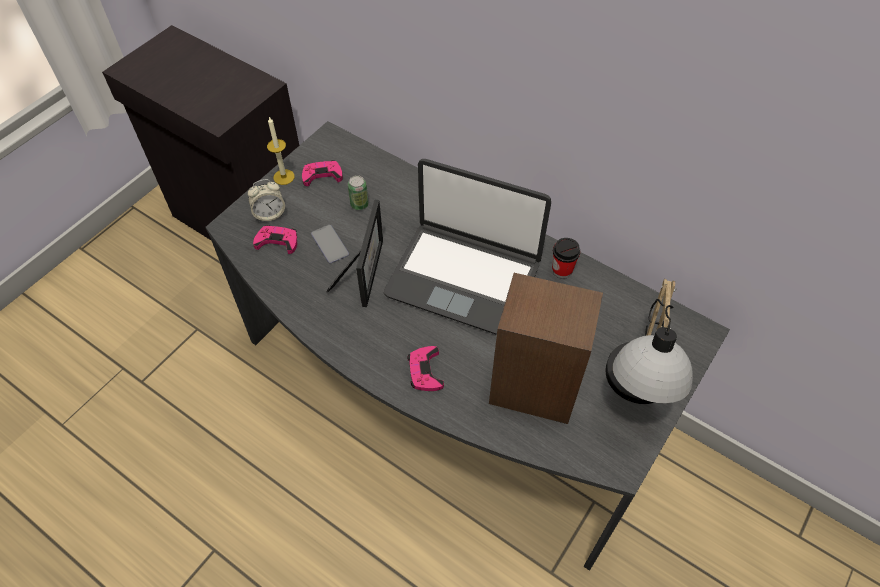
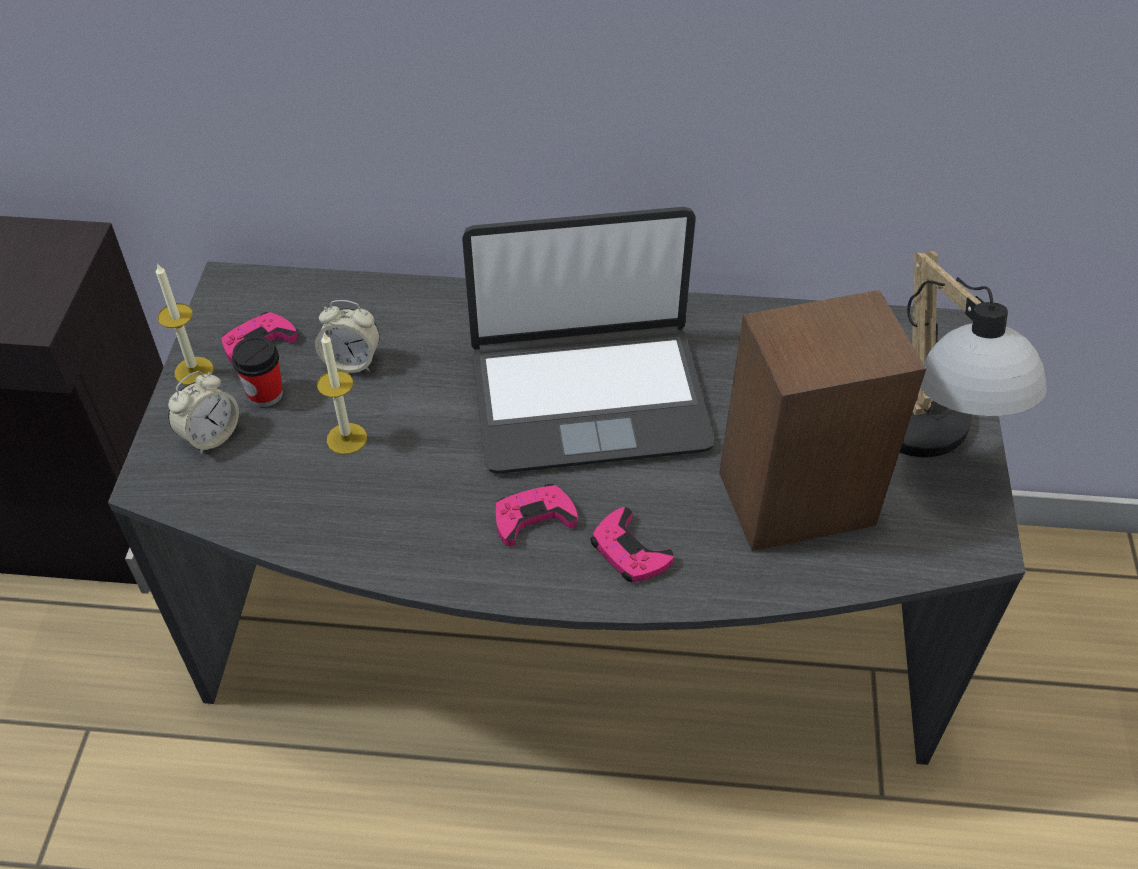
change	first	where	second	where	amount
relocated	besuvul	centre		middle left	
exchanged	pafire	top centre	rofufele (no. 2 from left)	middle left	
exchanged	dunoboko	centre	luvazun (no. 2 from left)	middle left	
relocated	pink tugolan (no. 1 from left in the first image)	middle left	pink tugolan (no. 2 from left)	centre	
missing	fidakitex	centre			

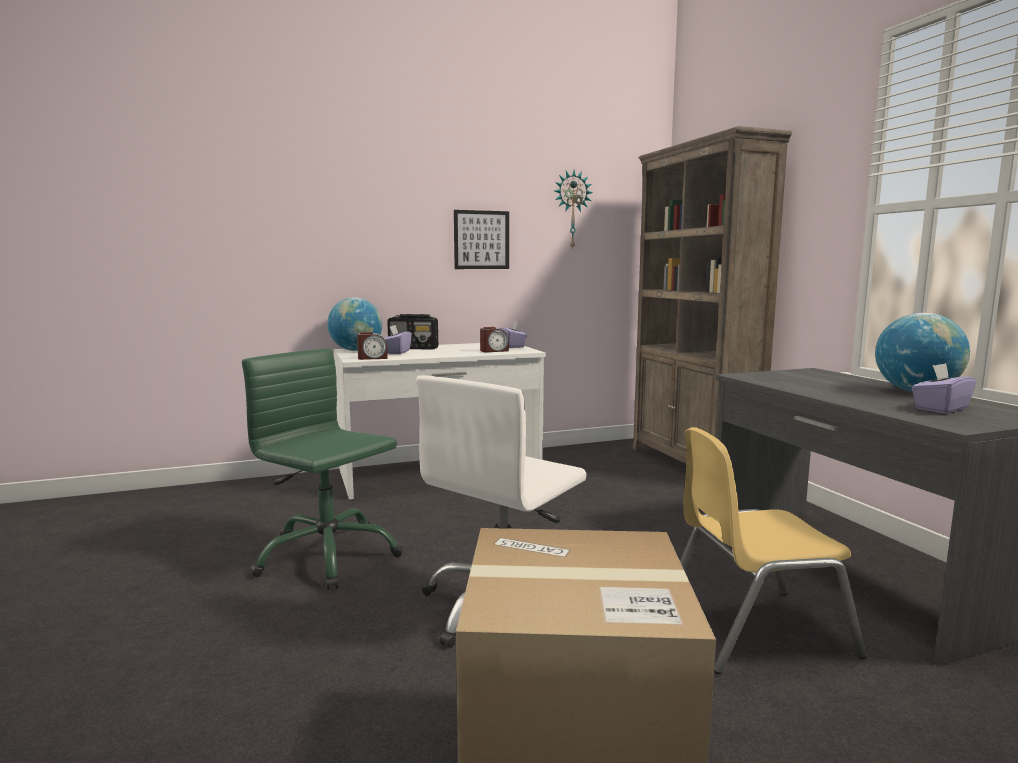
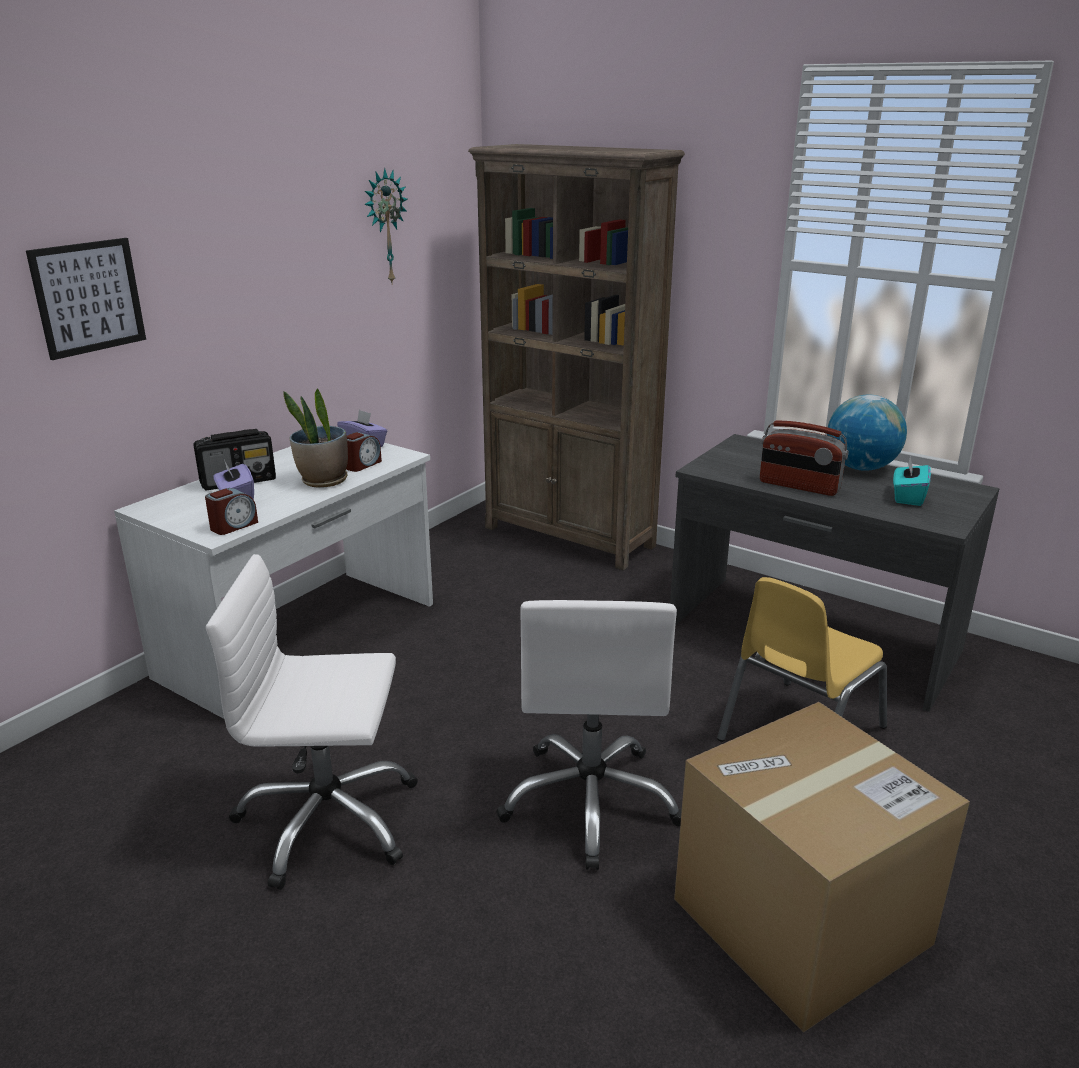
change	first	where	second	where	amount
relocated	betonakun	top centre		top left	
colour	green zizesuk	middle left	white zizesuk (no. 1 from left)	bottom left	
appeared			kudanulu	middle left	
appeared			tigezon (no. 2 from left)	middle right	
colour	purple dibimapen (no. 3 from left)	middle right	turquoise dibimapen	middle right	
missing	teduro (no. 1 from left)	centre			

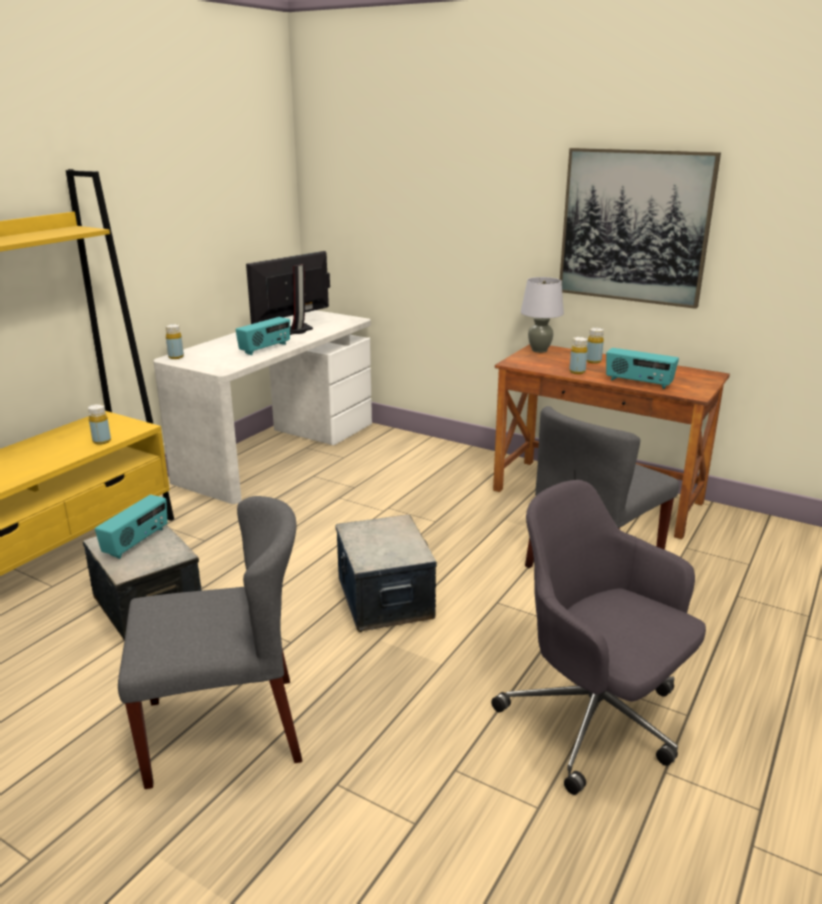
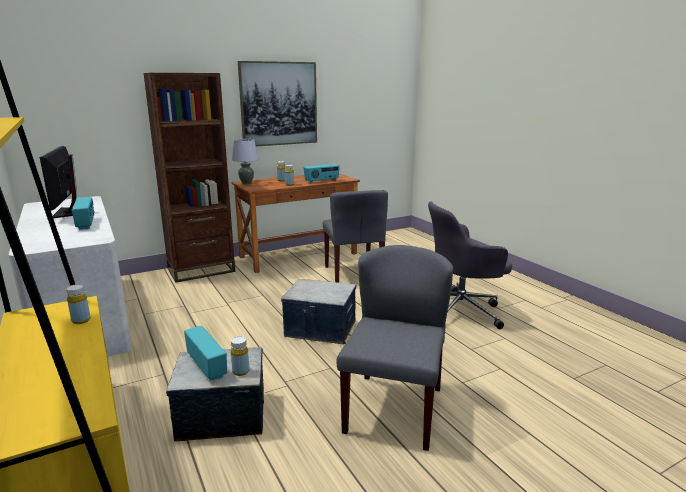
change	first	where	second	where	amount
appeared			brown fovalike	middle left	
relocated	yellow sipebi (no. 2 from left)	middle left		bottom centre	

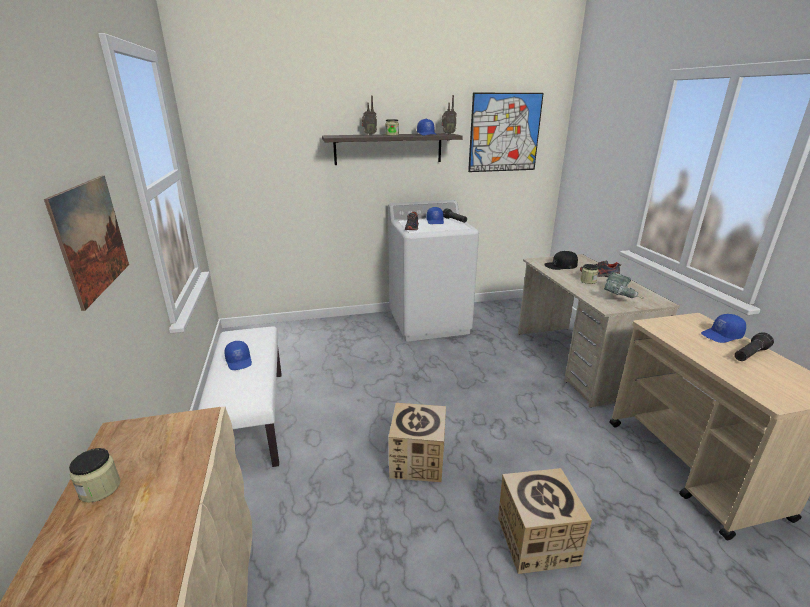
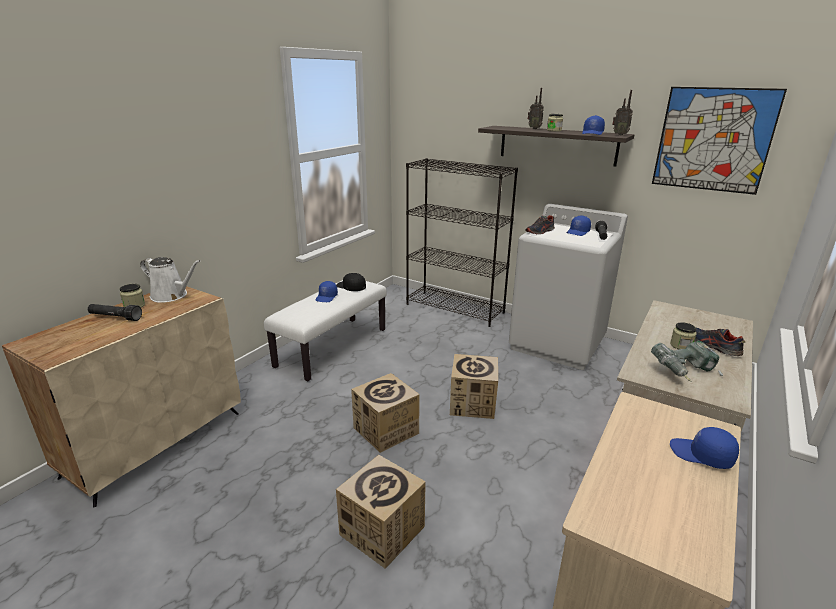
change	first	where	second	where	amount
relocated	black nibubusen (no. 2 from left in the first image)	middle right	black nibubusen (no. 1 from left)	middle left	
appeared			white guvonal	middle left	
relocated	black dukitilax	middle right		centre	
appeared			black fovalike	centre	
appeared			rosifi (no. 3 from left)	centre	
missing	betonakun (no. 1 from left)	middle left			

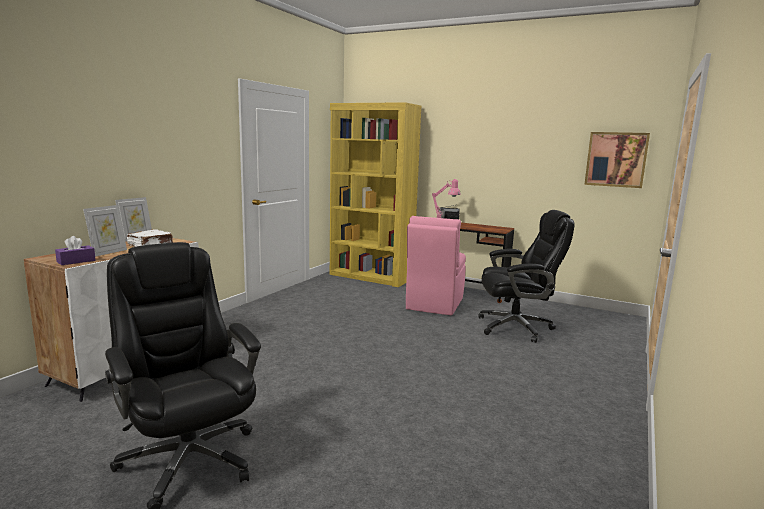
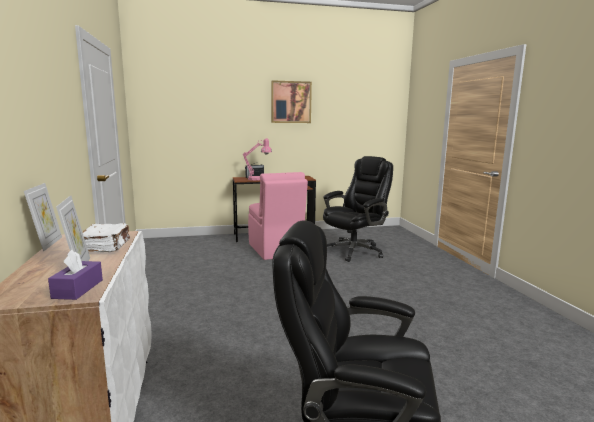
change	first	where	second	where	amount
relocated	betonakun	top right		top centre	
missing	yellow fovalike	centre			

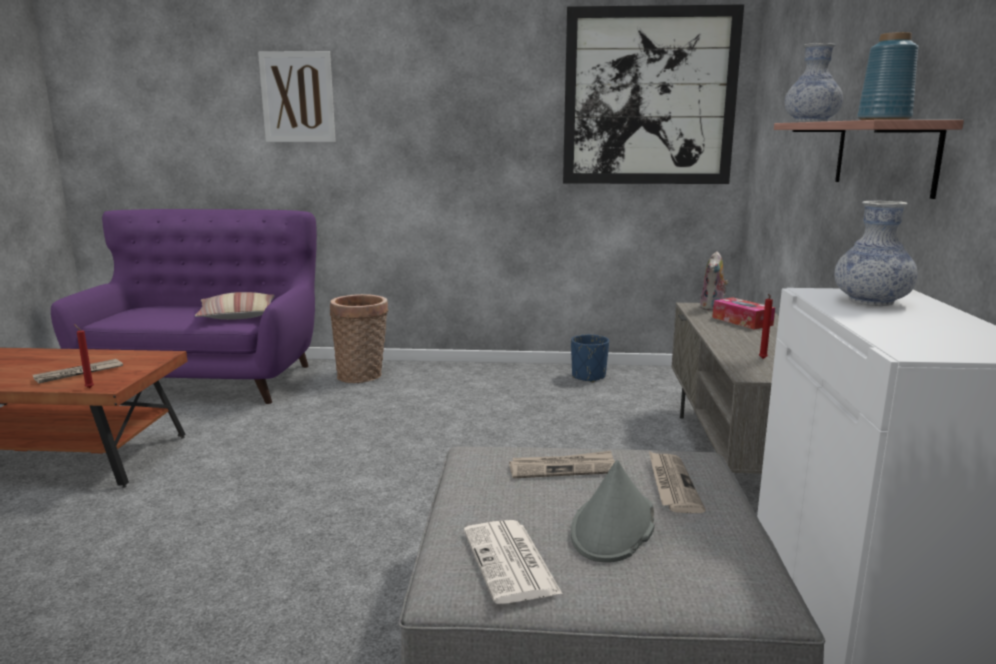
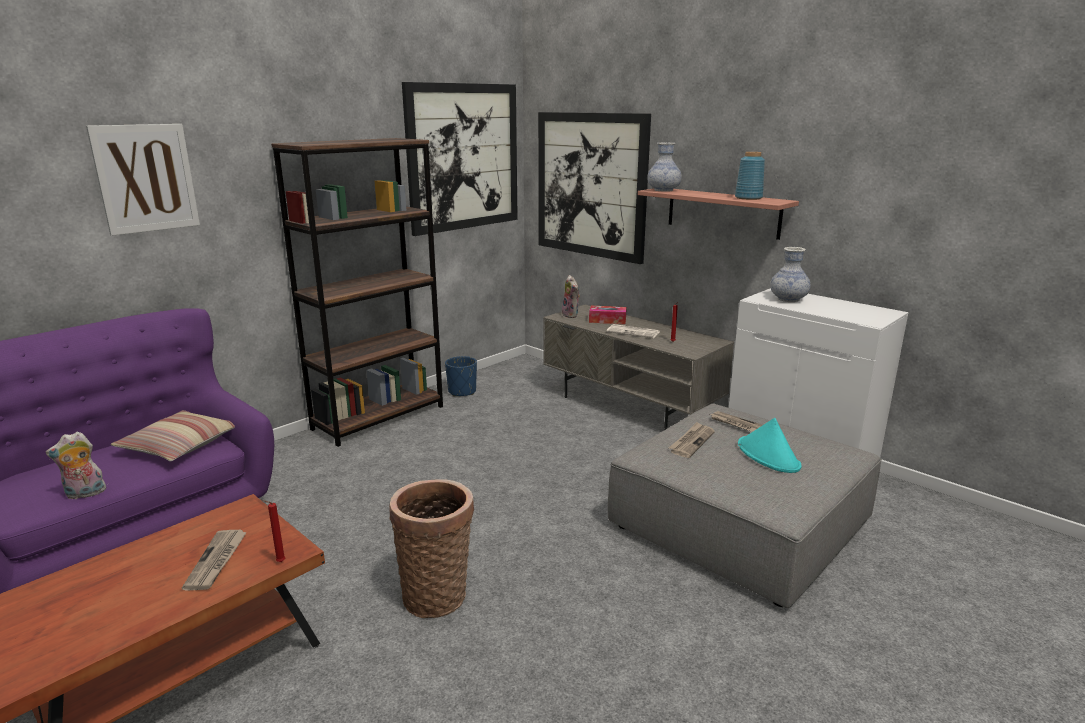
change	first	where	second	where	amount
appeared			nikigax (no. 1 from left)	middle left	
appeared			brown fovalike	middle left	
relocated	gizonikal	centre		bottom centre	
appeared			betonakun (no. 3 from left)	top centre	
relocated	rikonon (no. 2 from left)	bottom centre		centre	
colour	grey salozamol	bottom centre	turquoise salozamol	middle right	

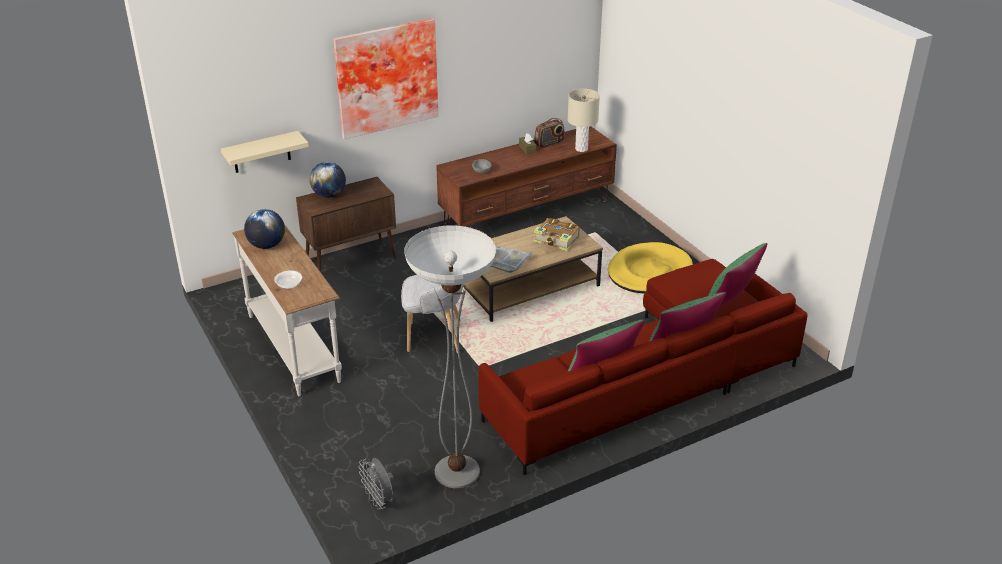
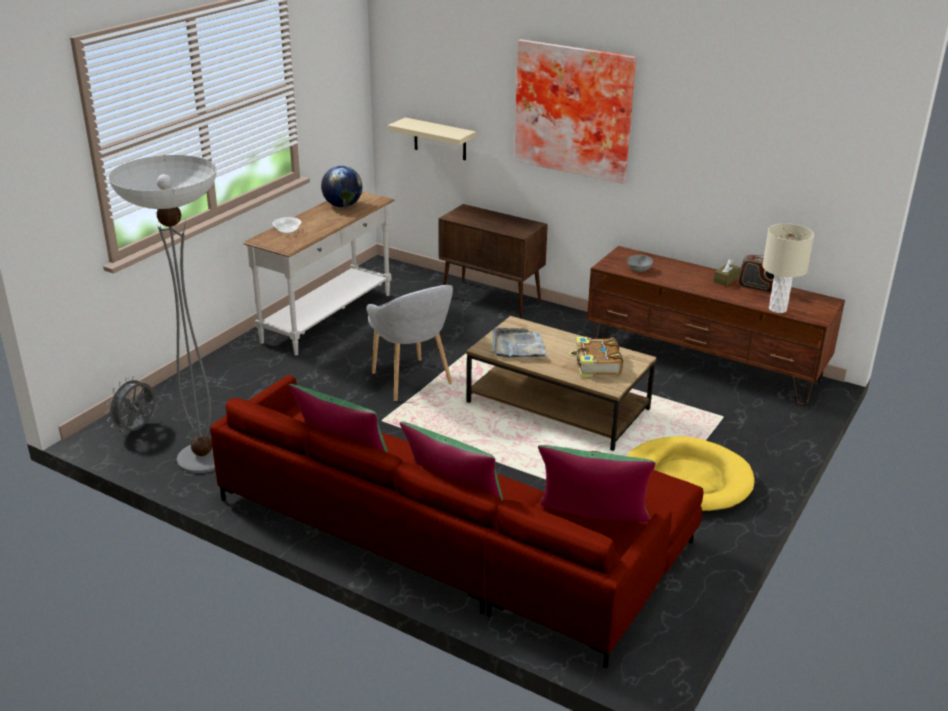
change	first	where	second	where	amount
missing	teduro (no. 2 from left)	top left			

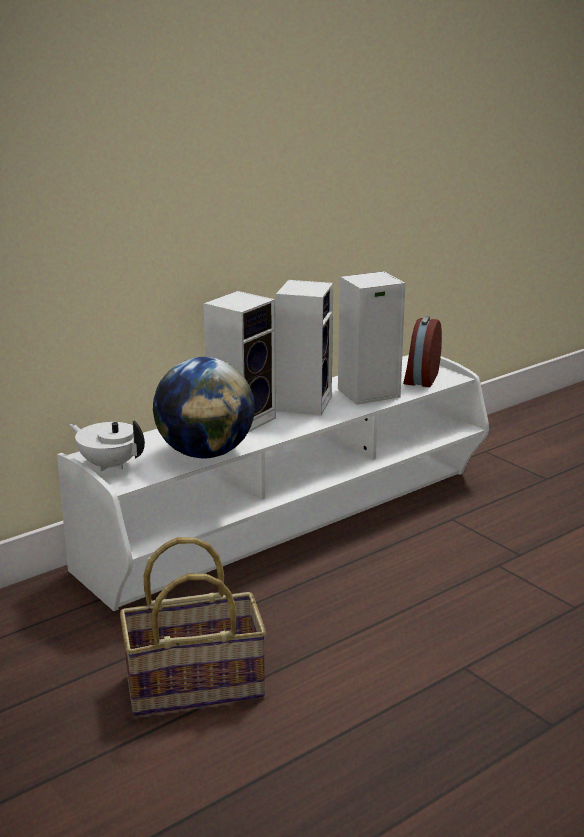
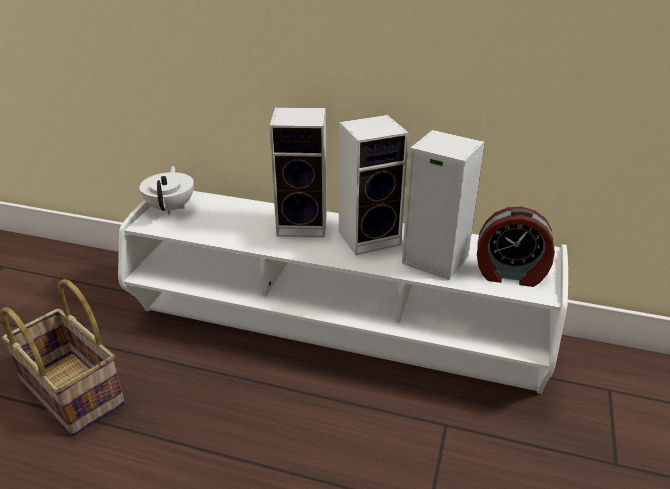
change	first	where	second	where	amount
spun	rofufele	middle right		middle right	150 degrees counterclockwise
missing	teduro	centre			

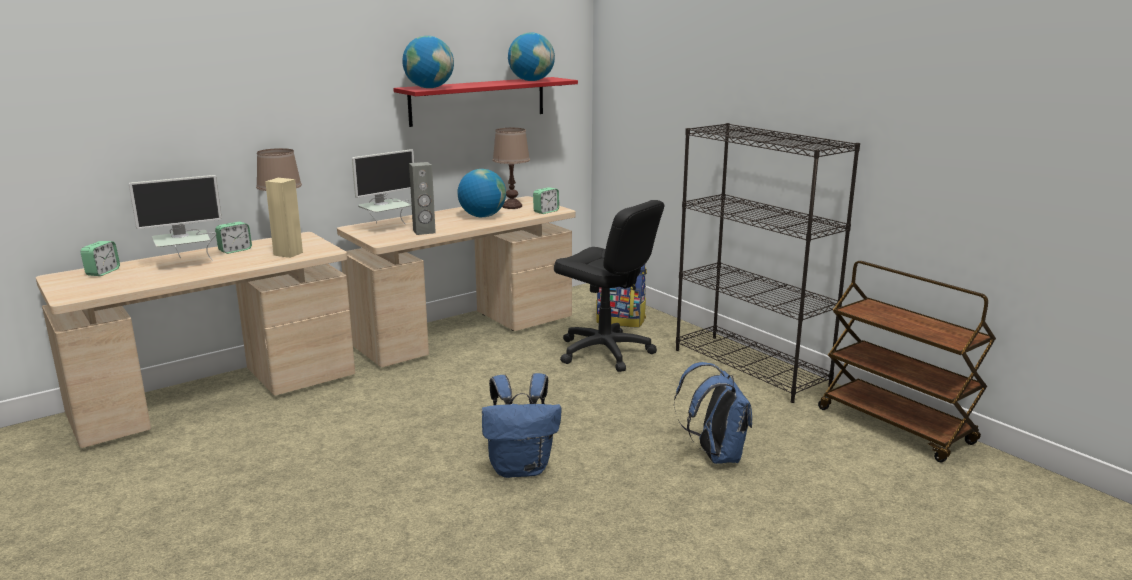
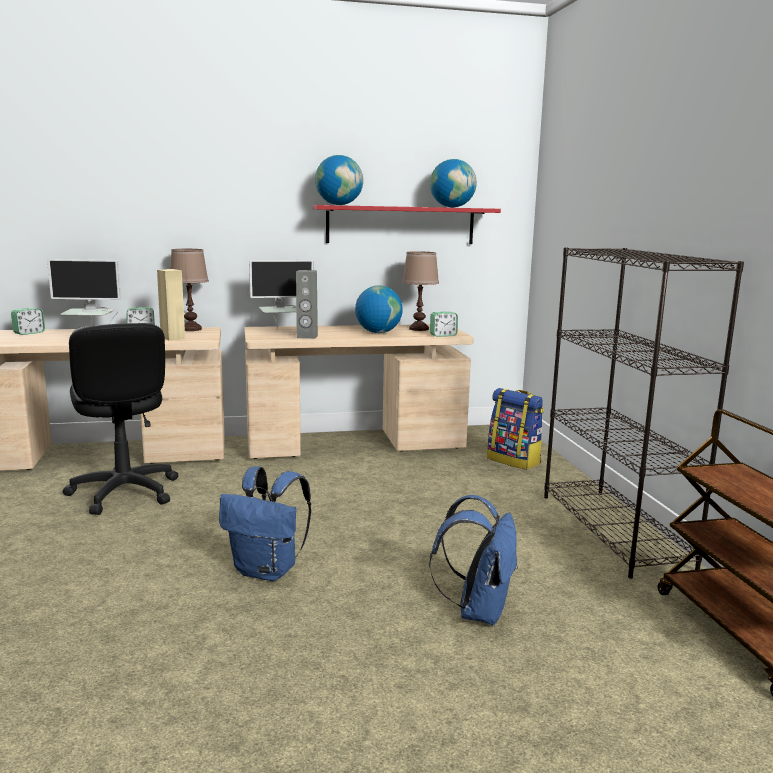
change	first	where	second	where	amount
relocated	black zizesuk	centre		middle left	

